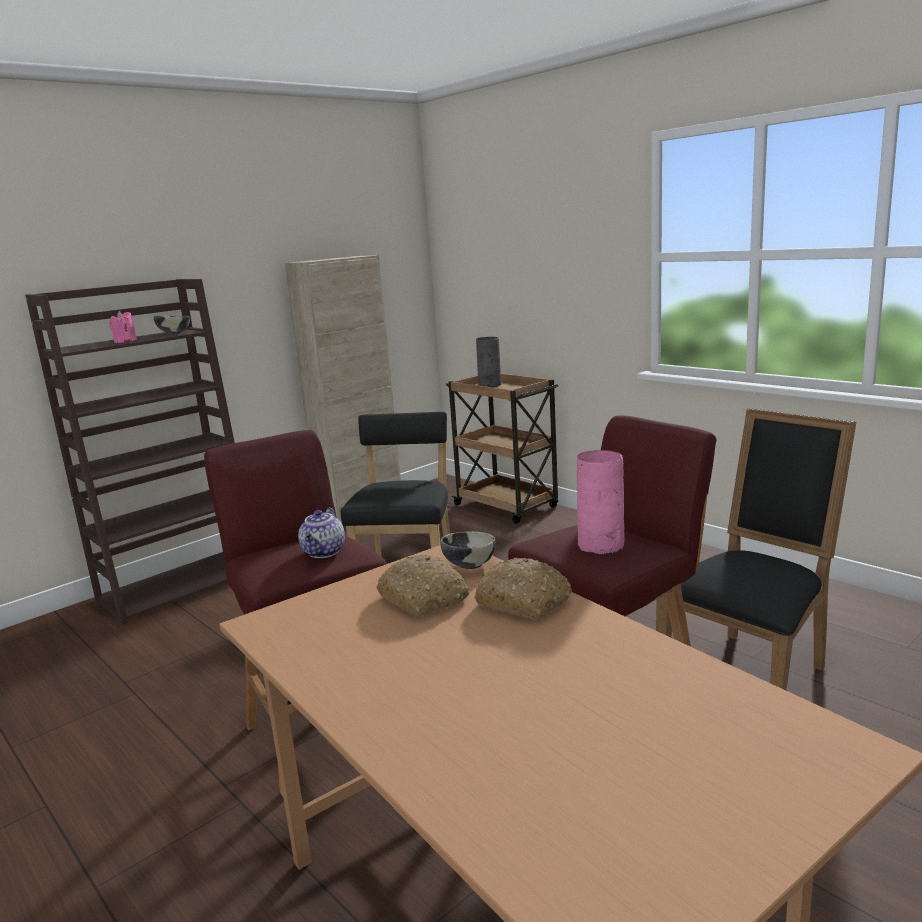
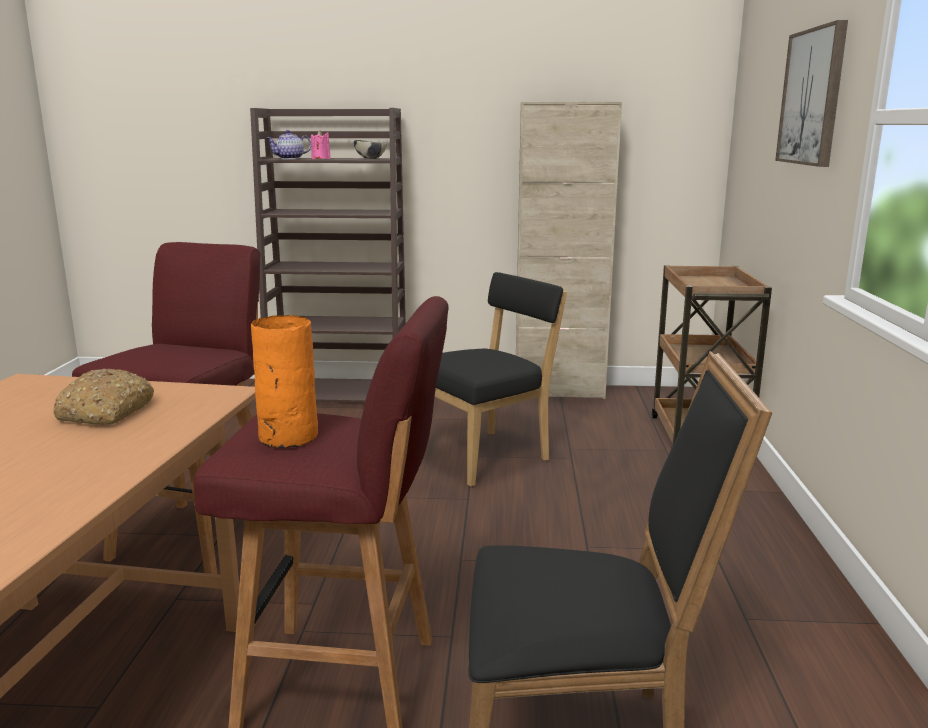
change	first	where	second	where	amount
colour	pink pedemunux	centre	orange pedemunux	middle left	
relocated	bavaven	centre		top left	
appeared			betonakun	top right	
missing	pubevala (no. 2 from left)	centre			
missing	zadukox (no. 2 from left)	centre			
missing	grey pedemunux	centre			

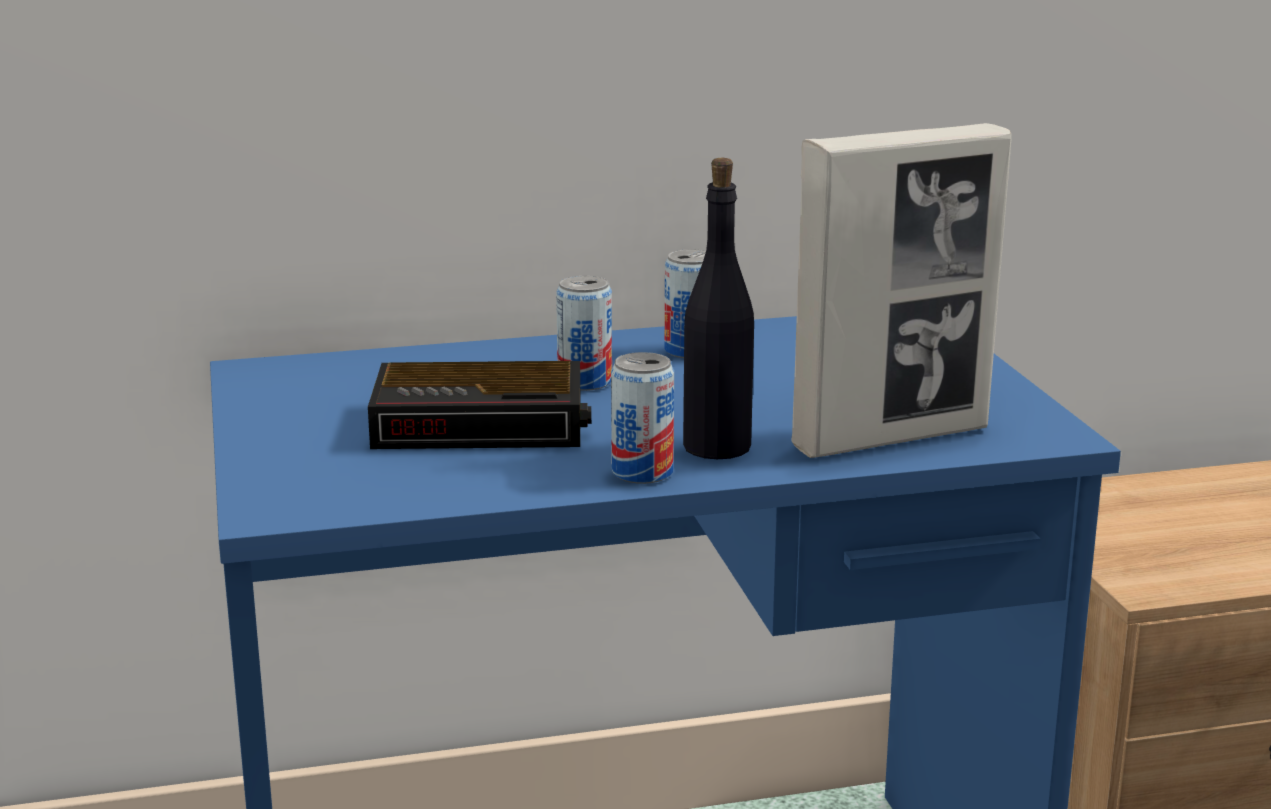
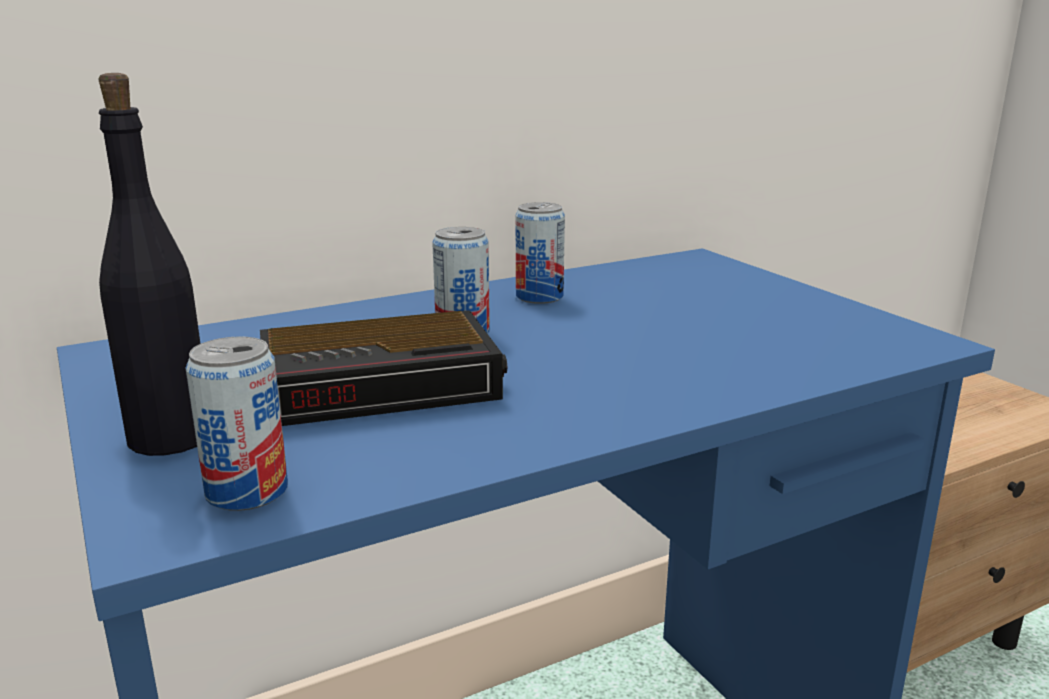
change	first	where	second	where	amount
relocated	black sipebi	centre		middle left	
relocated	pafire (no. 2 from left in the first image)	centre	pafire (no. 1 from left)	middle left	
missing	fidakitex	middle right			

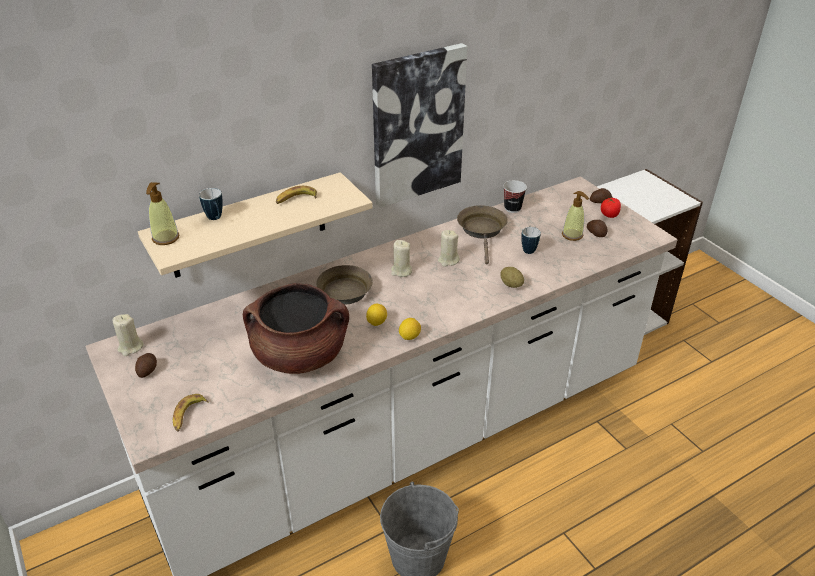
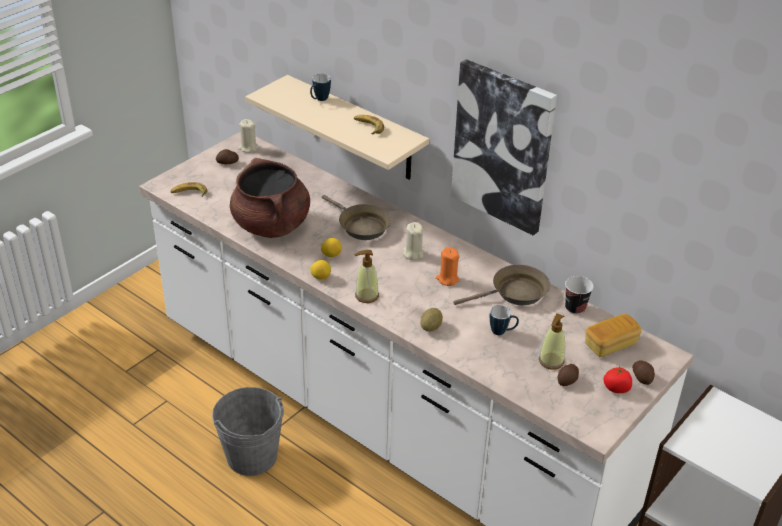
change	first	where	second	where	amount
relocated	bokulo (no. 1 from left)	middle left		centre	
colour	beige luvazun (no. 3 from left)	centre	orange luvazun	centre	
appeared			zadukox	middle right	

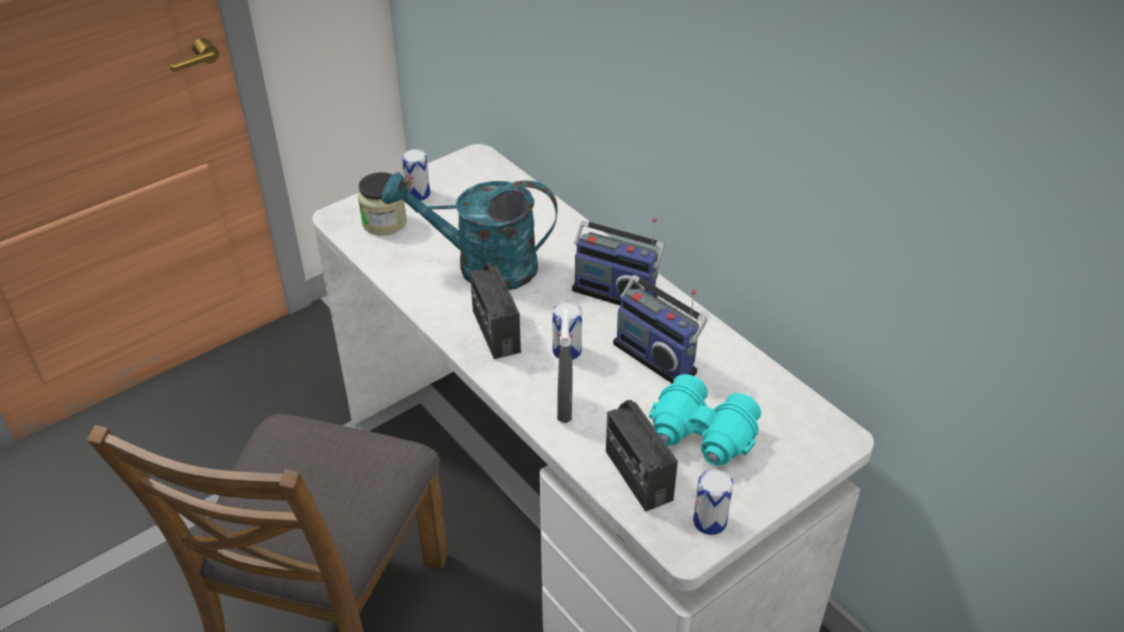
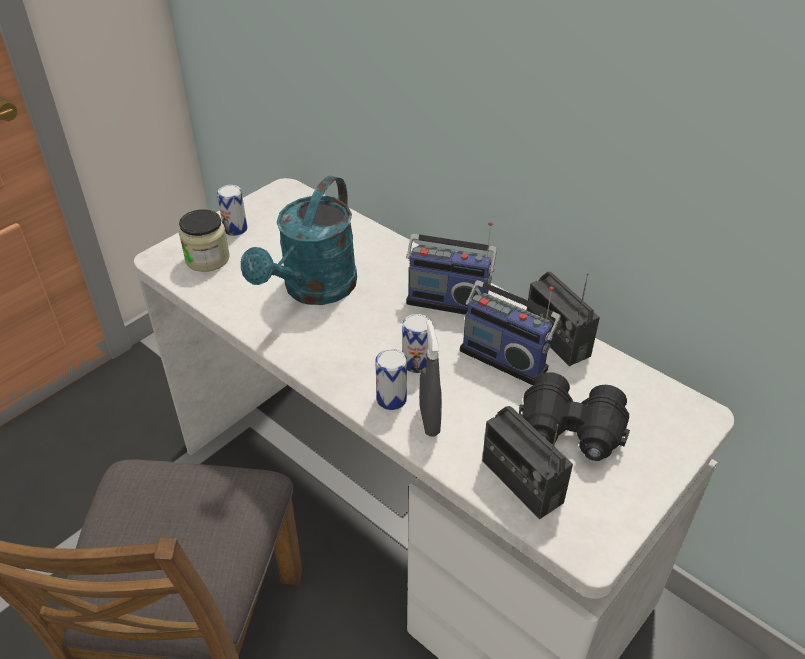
change	first	where	second	where	amount
spun	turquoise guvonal	centre		centre	60 degrees counterclockwise
relocated	pafire (no. 3 from left in the first image)	bottom centre	pafire (no. 2 from left)	centre	
colour	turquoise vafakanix	centre	black vafakanix	middle right	
relocated	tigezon (no. 1 from left in the first image)	centre	tigezon (no. 4 from left)	middle right	

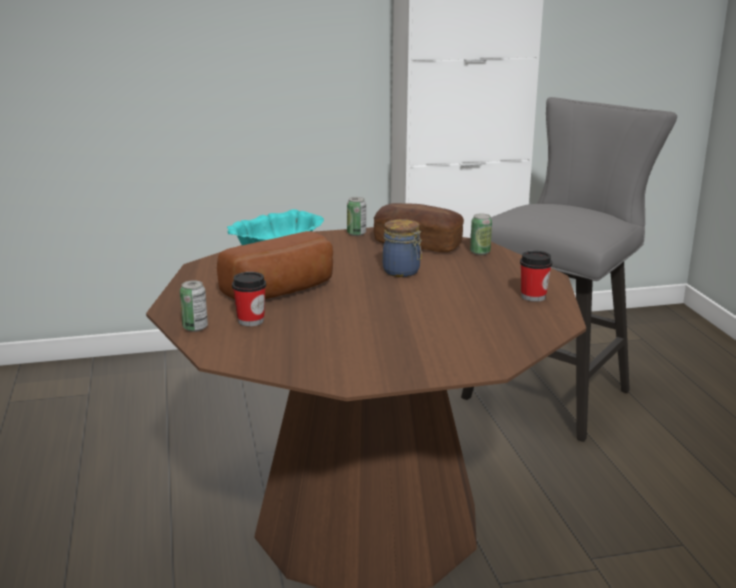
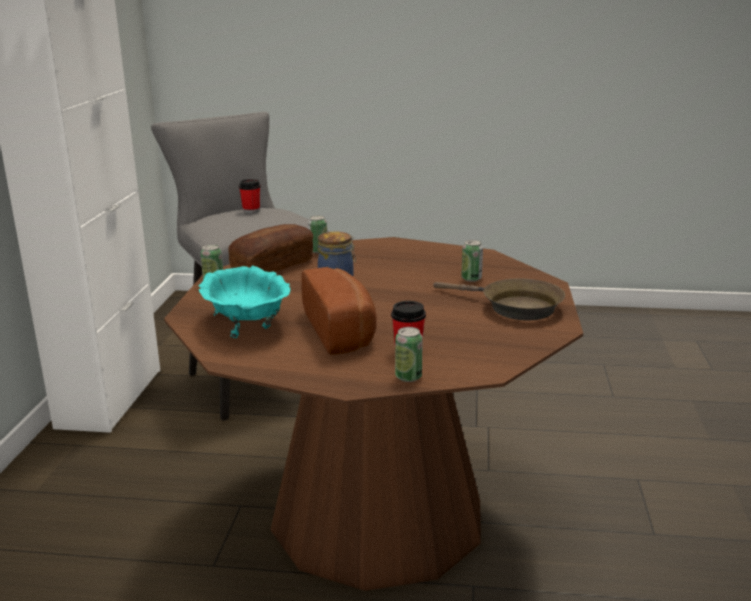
change	first	where	second	where	amount
relocated	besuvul (no. 2 from left in the first image)	middle right	besuvul (no. 1 from left)	top left	
appeared			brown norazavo	centre	
appeared			pafire (no. 4 from left)	centre	

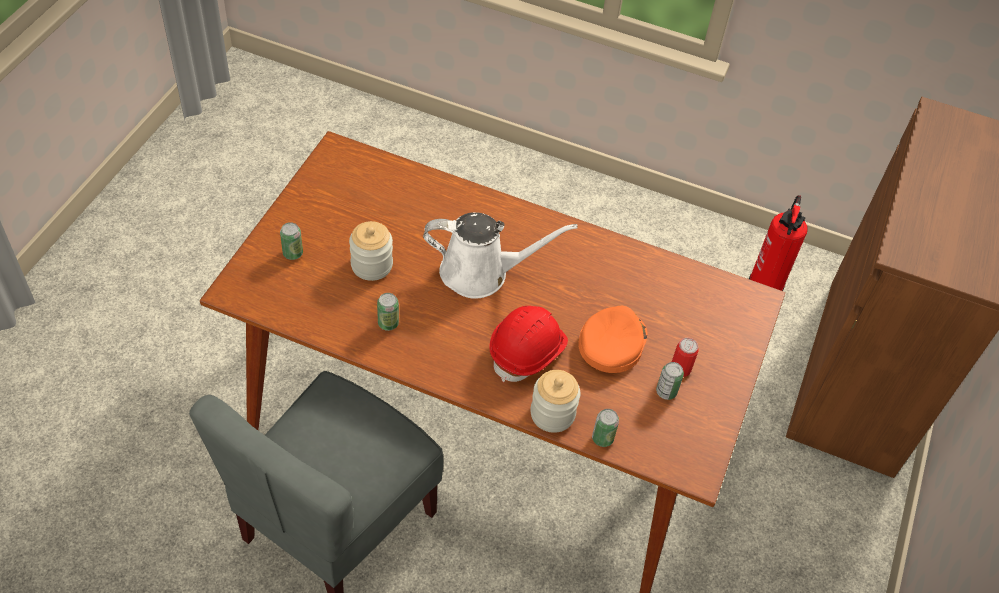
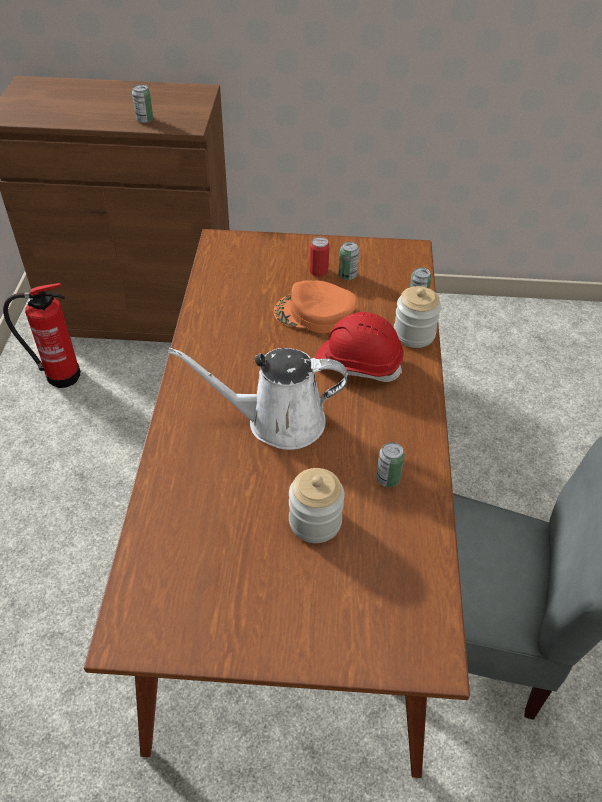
change	first	where	second	where	amount
relocated	pafire (no. 1 from left)	middle left		top left	
spun	white guvonal	centre		centre	75 degrees counterclockwise

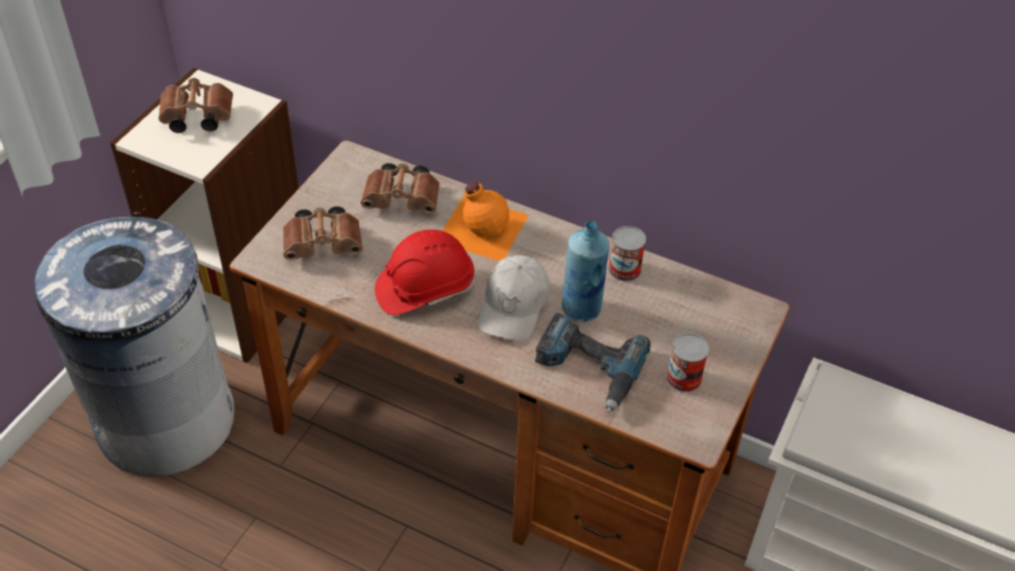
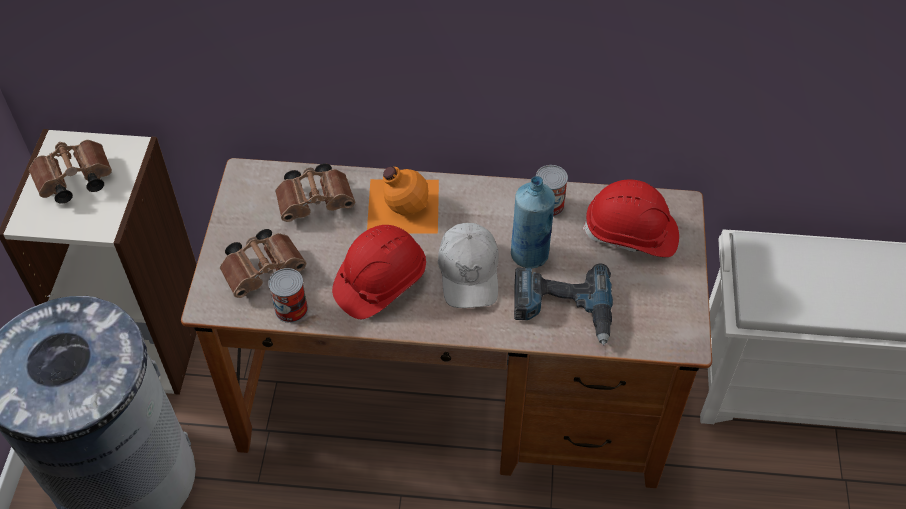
change	first	where	second	where	amount
relocated	pafire (no. 2 from left in the first image)	middle right	pafire (no. 1 from left)	middle left	
appeared			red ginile (no. 2 from left)	middle right	

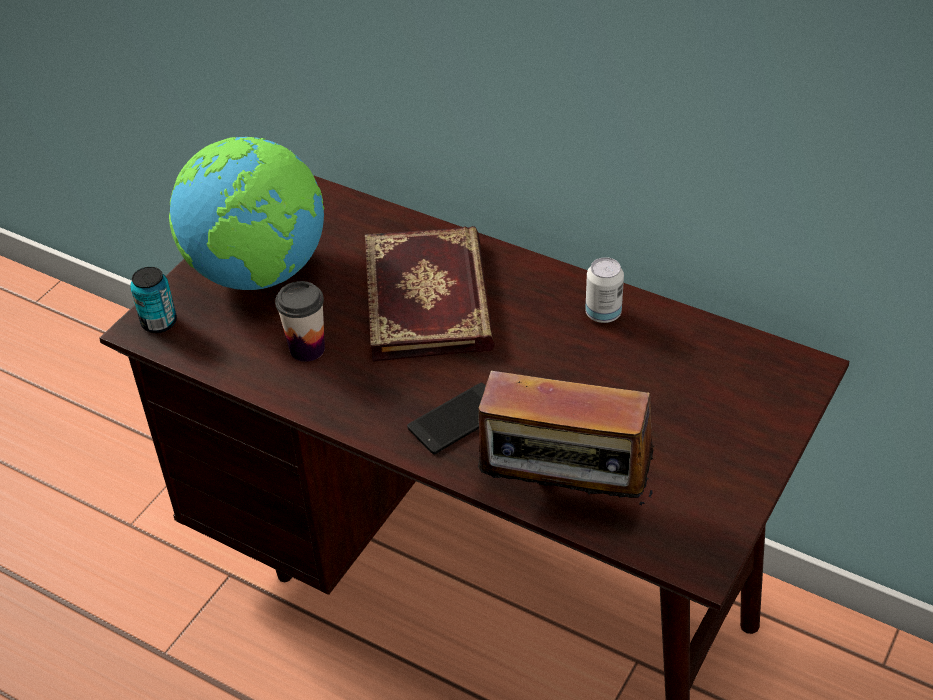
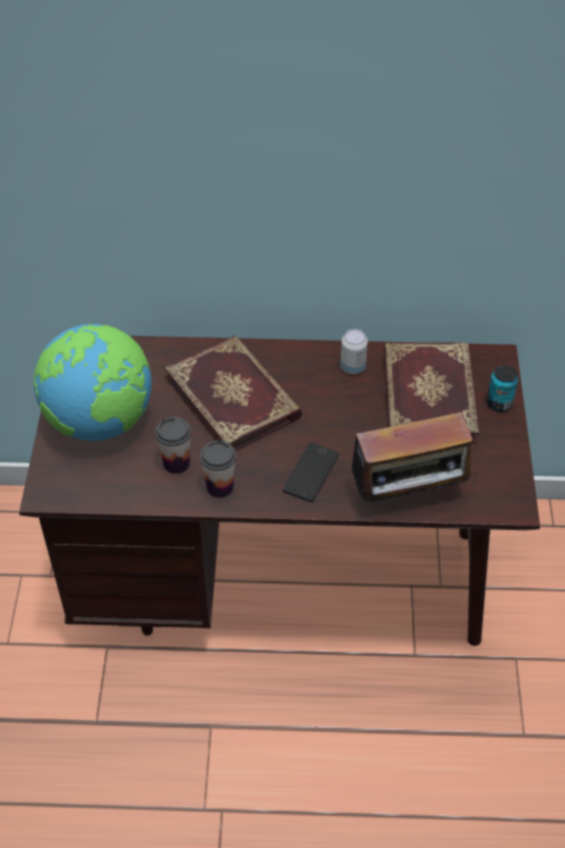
change	first	where	second	where	amount
appeared			besuvul (no. 2 from left)	centre	
appeared			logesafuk (no. 2 from left)	middle right	
relocated	pafire (no. 1 from left in the first image)	middle left	pafire (no. 2 from left)	middle right	

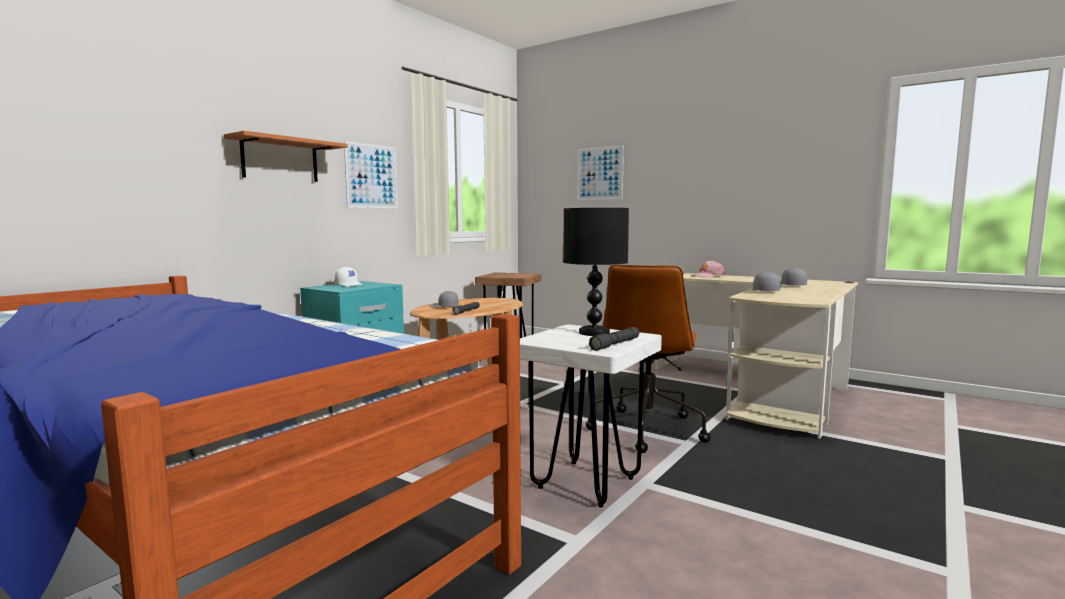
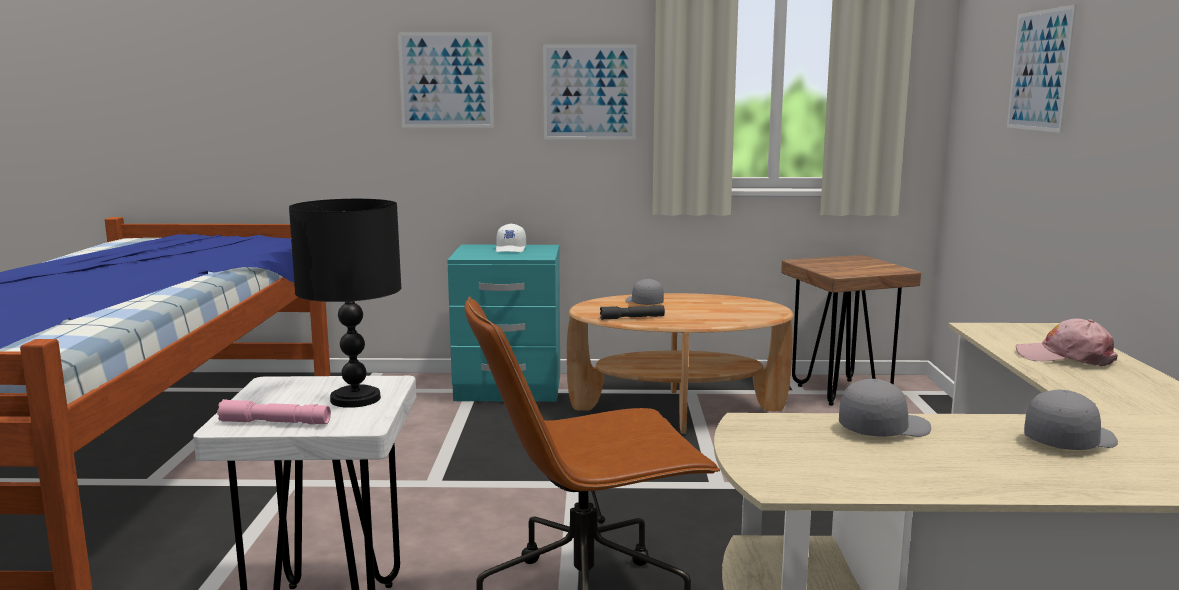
change	first	where	second	where	amount
colour	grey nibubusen (no. 2 from left)	centre	pink nibubusen	bottom left	
exchanged	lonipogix	top left	betonakun (no. 1 from left)	top centre	

